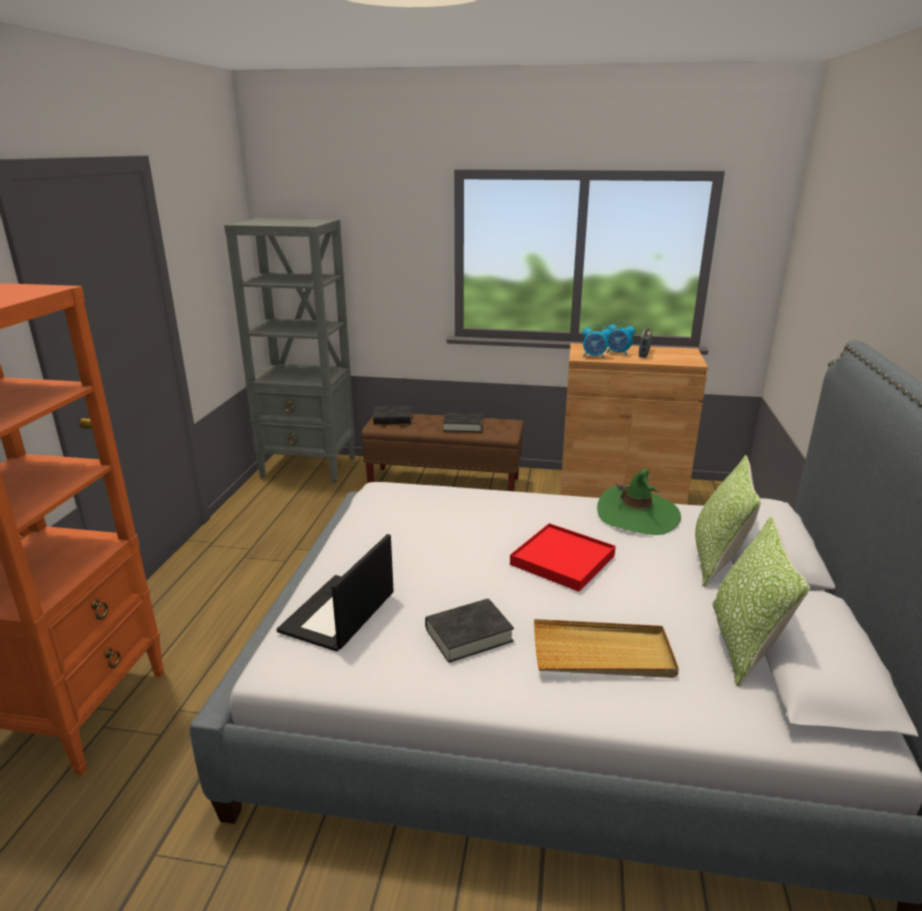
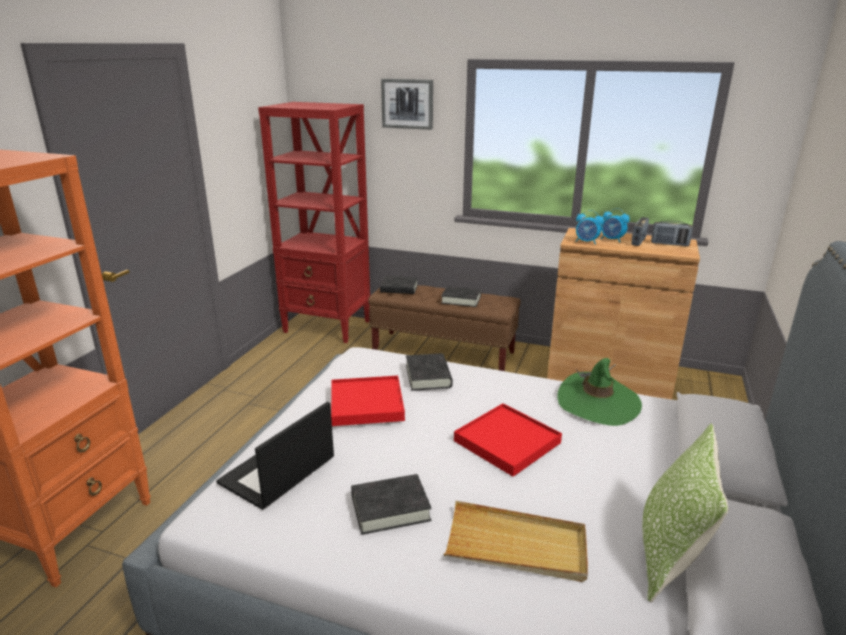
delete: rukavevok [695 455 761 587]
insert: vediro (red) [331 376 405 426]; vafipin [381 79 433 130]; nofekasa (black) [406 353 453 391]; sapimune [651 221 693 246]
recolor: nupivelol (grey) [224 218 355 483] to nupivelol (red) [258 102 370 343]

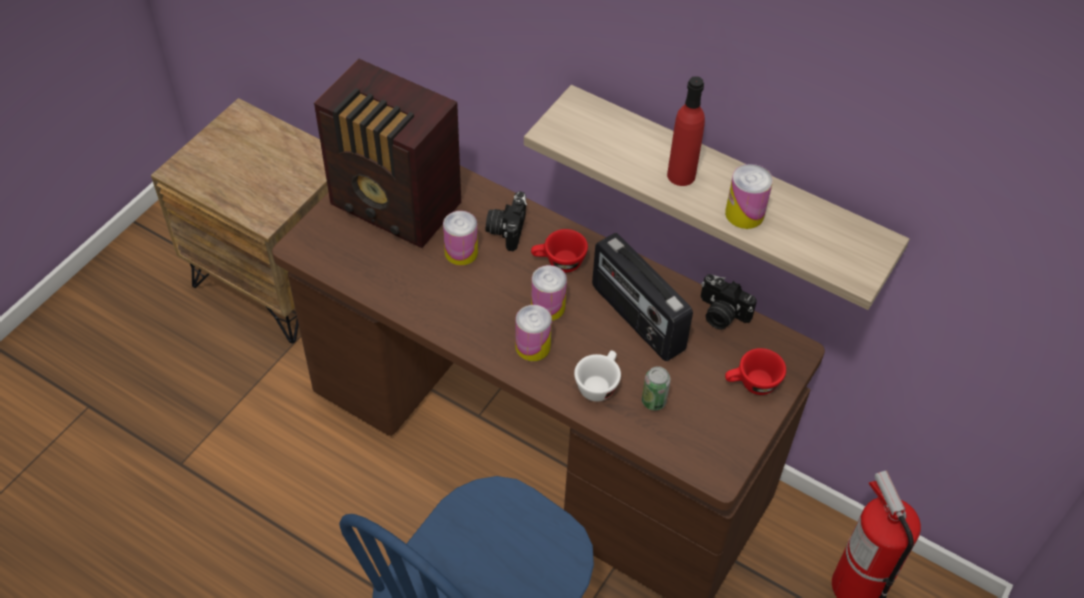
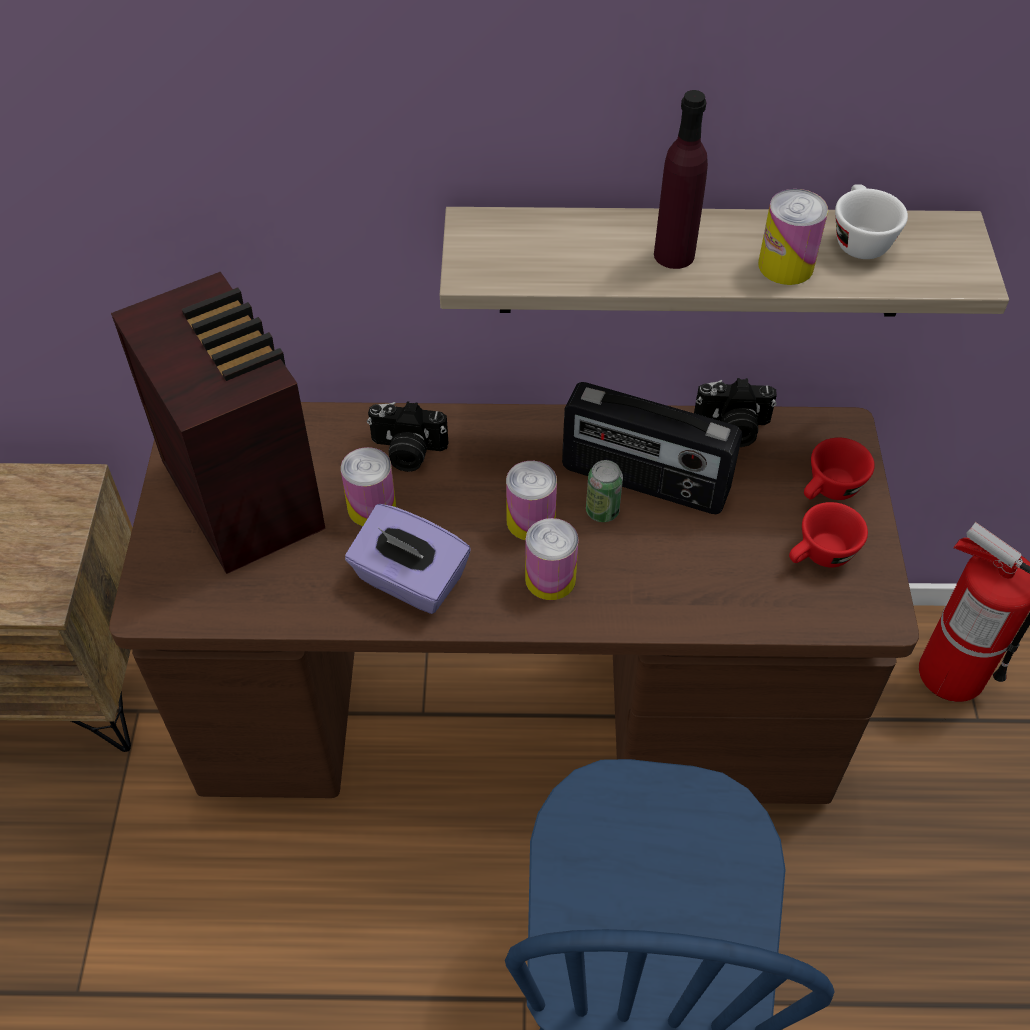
insert: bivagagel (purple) [345 504 471 614]
move: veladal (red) [531 229 588 273] to [789 502 868 568]; veladal (white) [574 351 621 402] to [835 184 908 259]; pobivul [642 366 671 410] to [586 460 623 522]
recolor: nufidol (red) [667 76 705 186] to nufidol (purple) [654 90 708 269]
rotate: sapimune [314 59 461 248] = [111 272 326 574] 120 degrees counterclockwise; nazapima [486 191 527 251] = [367 401 448 472] 60 degrees counterclockwise

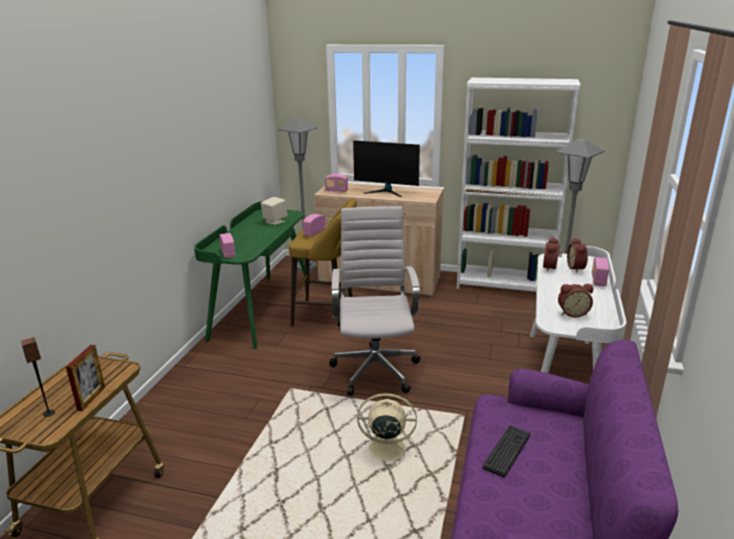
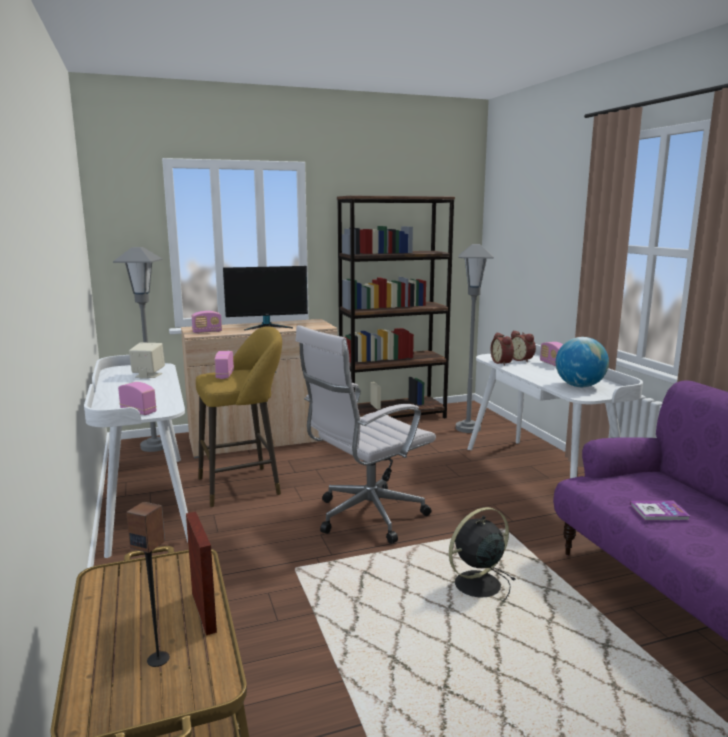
replace: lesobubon [483 426 531 478] to nofekasa [630 500 690 521]; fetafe [558 284 593 317] to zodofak [556 337 609 387]
recolor: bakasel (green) [194 201 311 349] to bakasel (white) [84 355 188 558]; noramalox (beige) [357 393 418 468] to noramalox (black) [449 507 516 602]; nupivelol (white) [457 78 581 292] to nupivelol (brown) [337 196 455 418]
rotate: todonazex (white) [329 207 420 396] = [295 325 436 544] 90 degrees counterclockwise

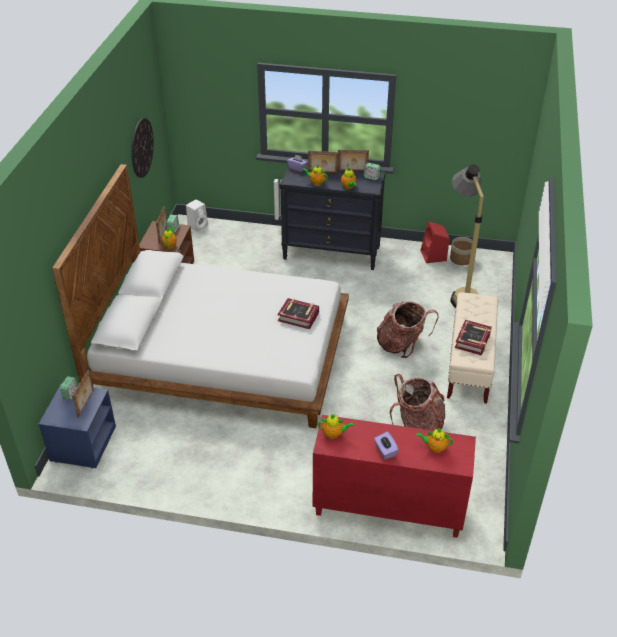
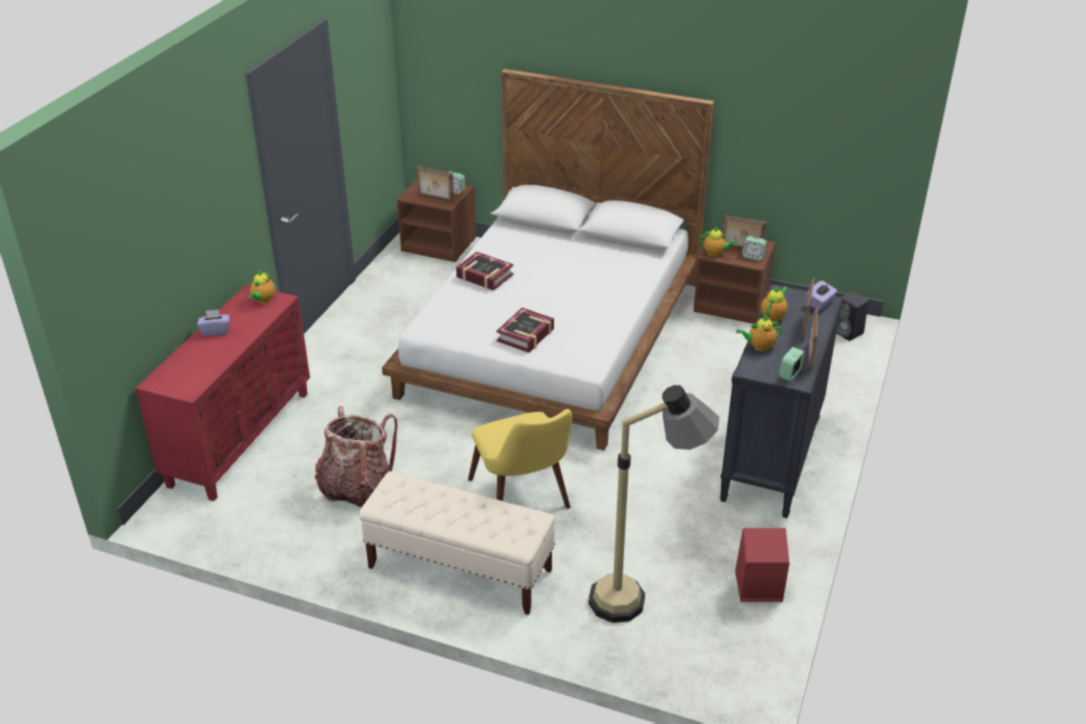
delete: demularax [131 118 154 178]; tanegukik [416 428 453 453]; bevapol [450 237 473 265]
move: nofekasa [455 320 492 355] to [456 252 514 291]
replace: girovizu [377 301 439 358] to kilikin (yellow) [468 409 572 509]
recolor: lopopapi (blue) [39 383 116 468] to lopopapi (brown) [397 180 476 262]; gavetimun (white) [186 200 208 231] to gavetimun (black) [836 291 869 341]

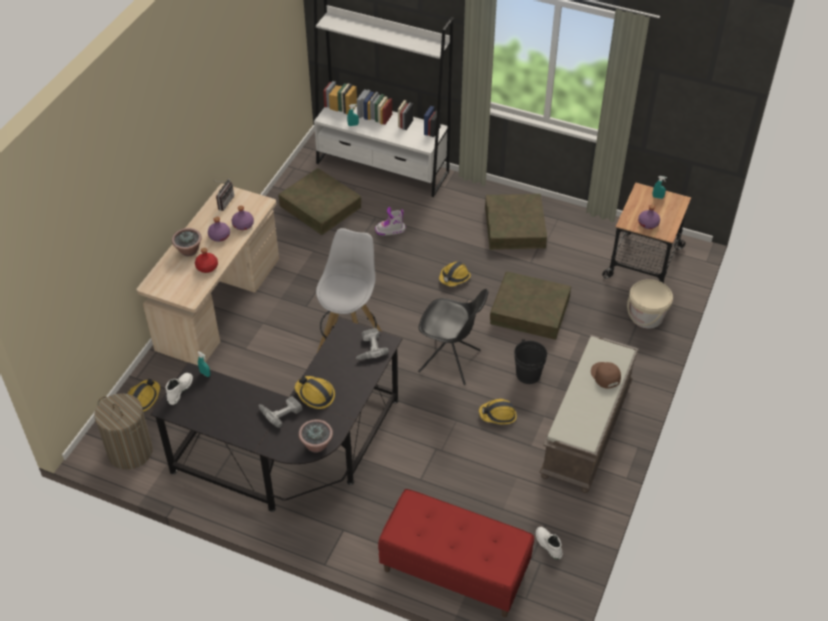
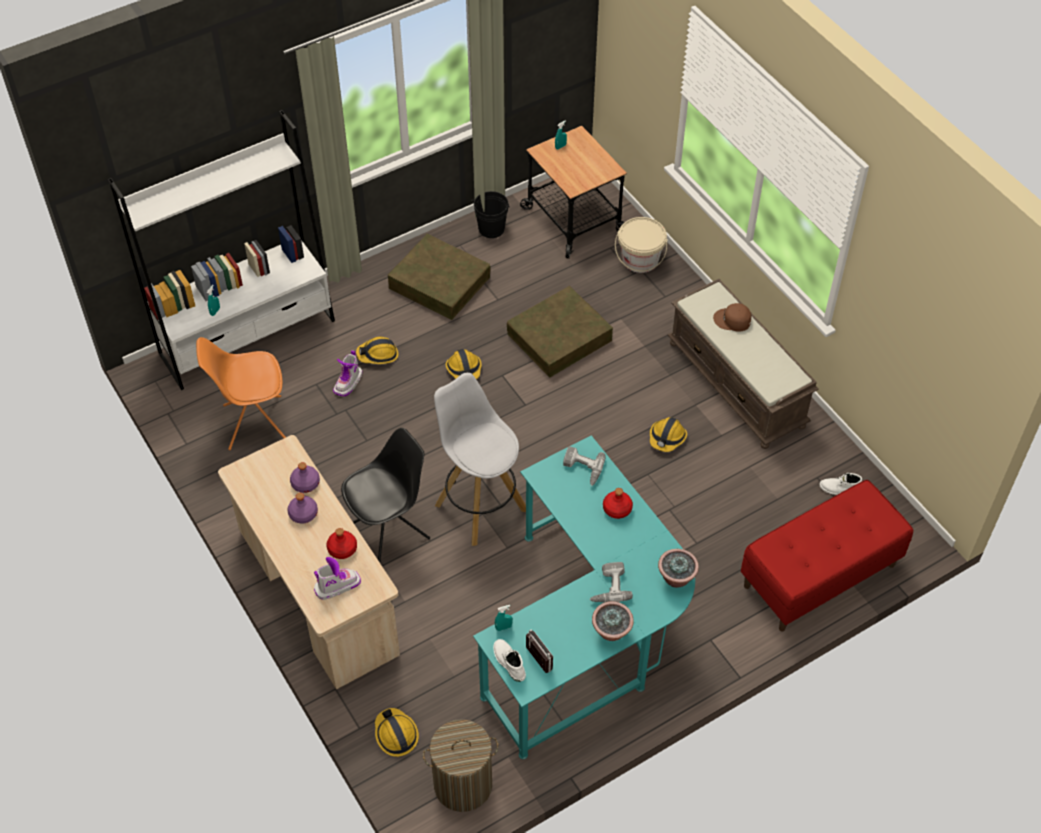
delete: nufidol (purple) [638 205 660 229]
insert: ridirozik [314 557 361 600]; nufidol (red) [603 488 633 519]
move: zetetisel [172 228 202 256] to [592 601 634 641]; sapimune [216 179 234 211] to [526 630 553 673]; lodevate [295 376 335 409] to [356 337 398 364]; kilikin (black) [418 289 488 385] to [341 428 430 562]; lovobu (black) [514 340 547 384] to [472 191 510 238]
replace: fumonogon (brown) [278 168 361 235] to kilikin (orange) [196 337 286 450]
recolor: bakasel (black) [150 318 402 512] to bakasel (turquoise) [473 435 695 759]

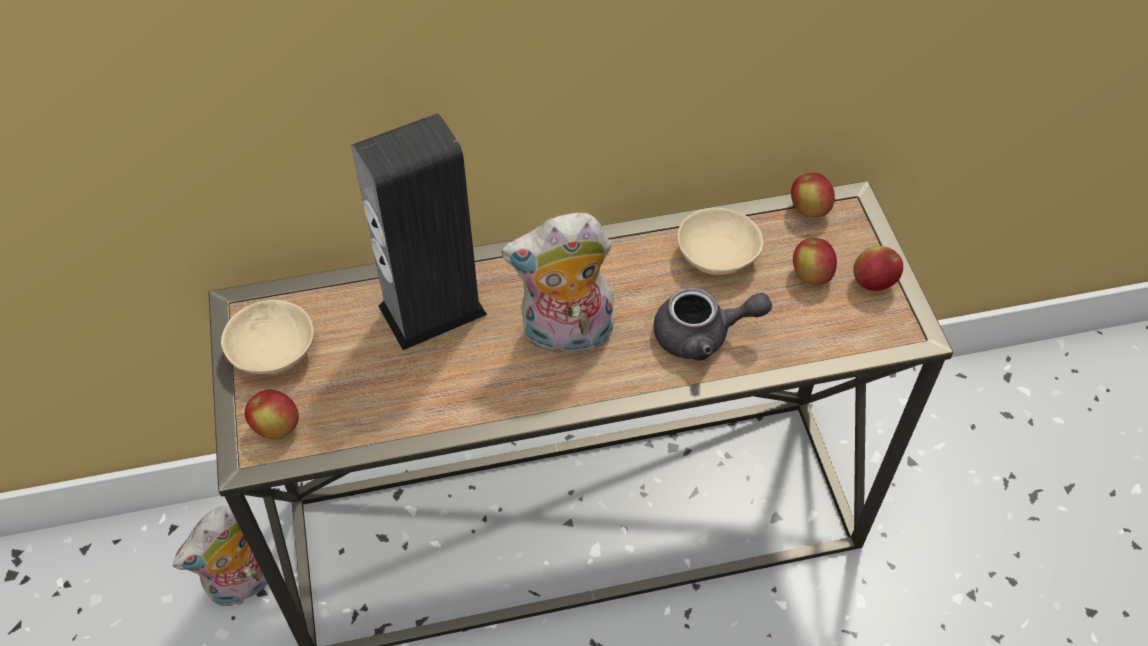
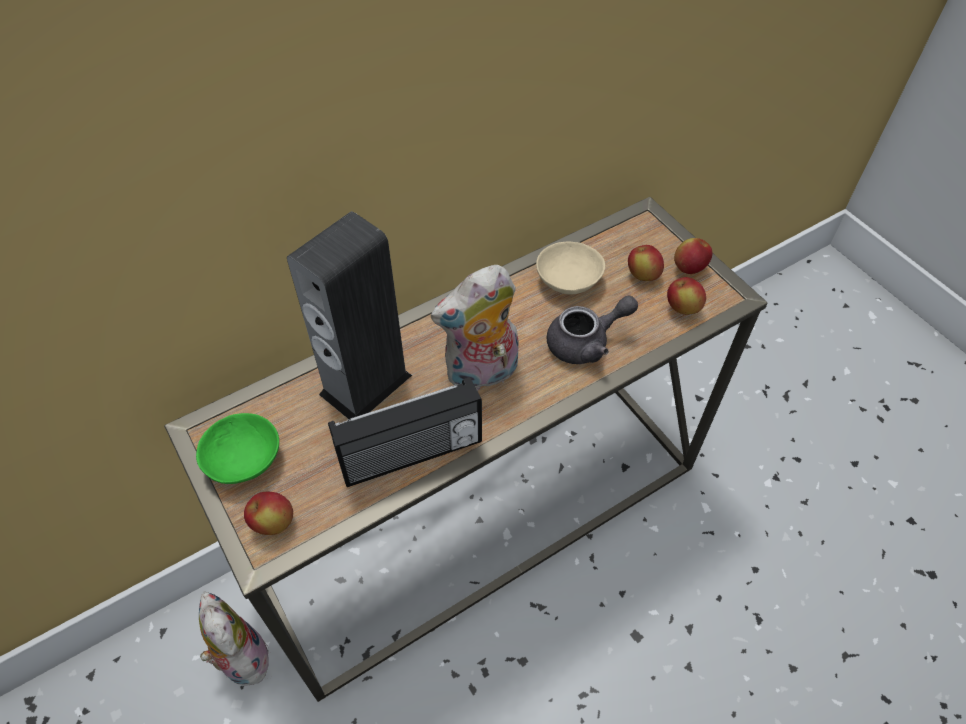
insert: sapimune [328 377 482 487]
move: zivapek [791 173 835 217] to [667 277 706 315]
recolor: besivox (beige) [221 300 314 375] to besivox (green) [196 413 279 484]
rotate: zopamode [173 506 268 606] = [199 591 269 686] 120 degrees clockwise

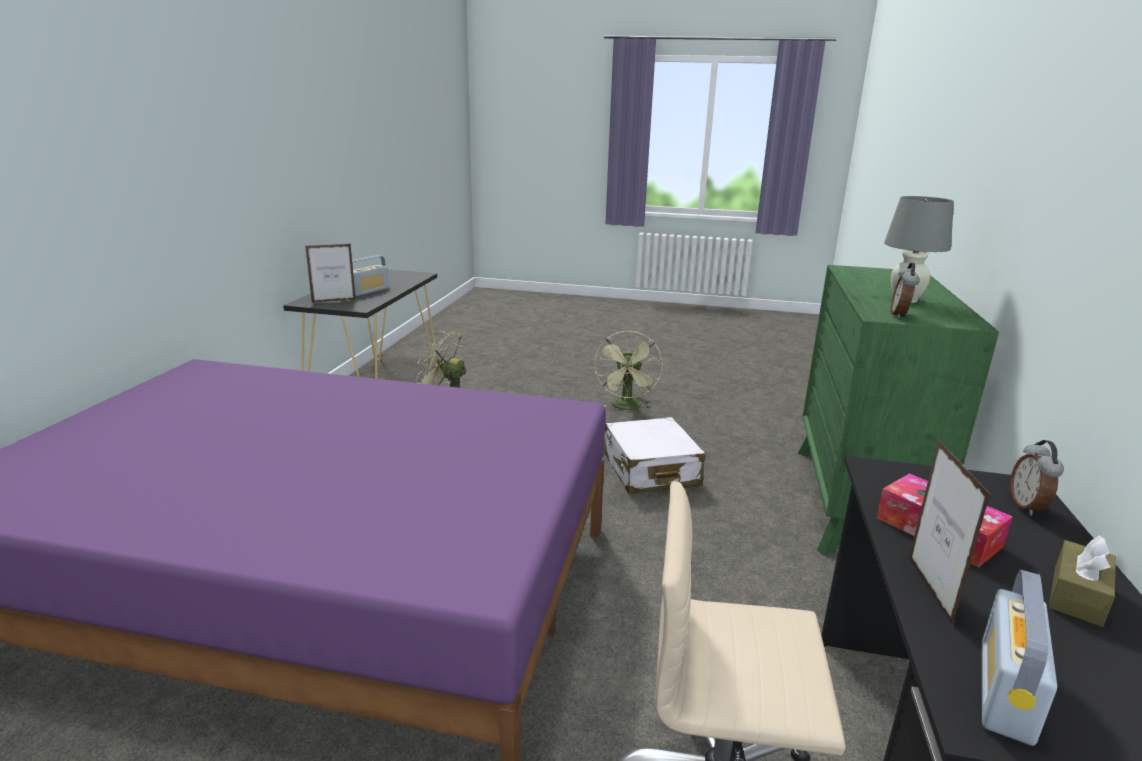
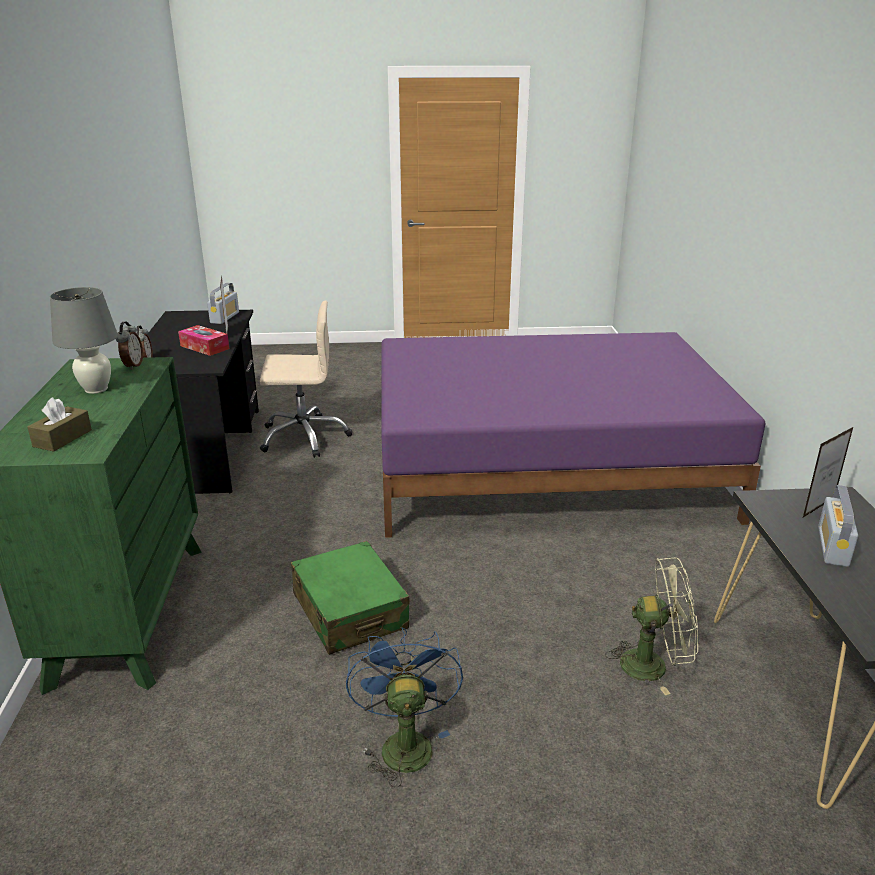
move: bivagagel (brown) [1049 535 1116 627] to [27 397 92 452]
recolor: noramalox (green) [594 331 663 410] to noramalox (blue) [346 627 463 787]; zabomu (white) [604 417 705 494] to zabomu (green) [291 541 409 655]

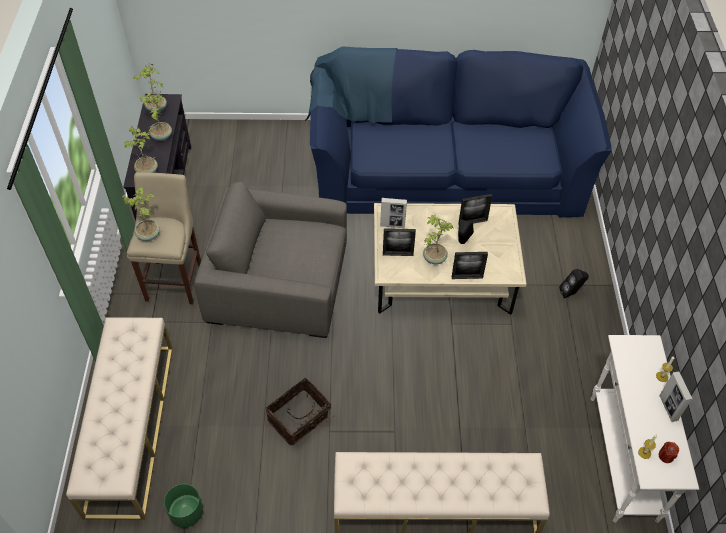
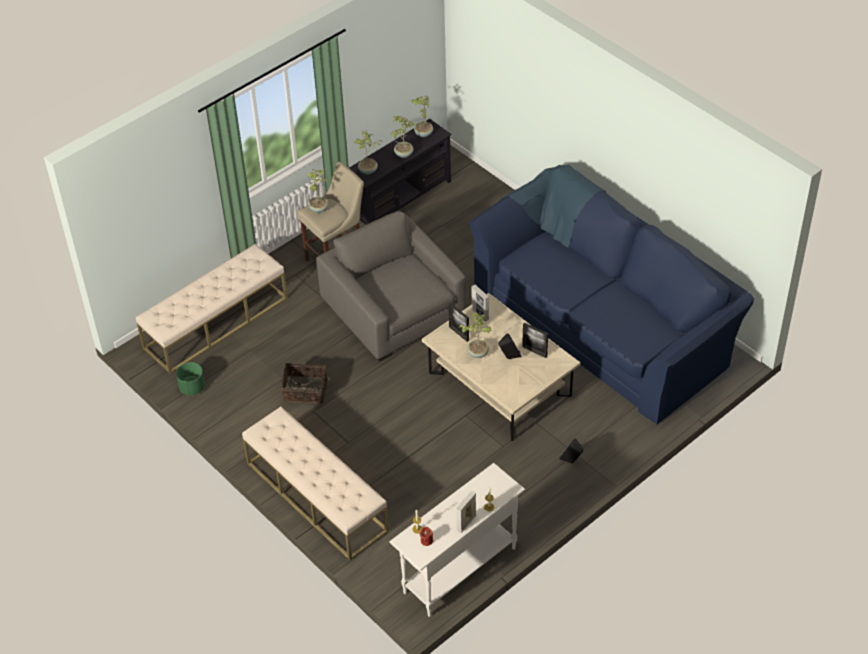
delete: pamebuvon [452 252 488 279]

